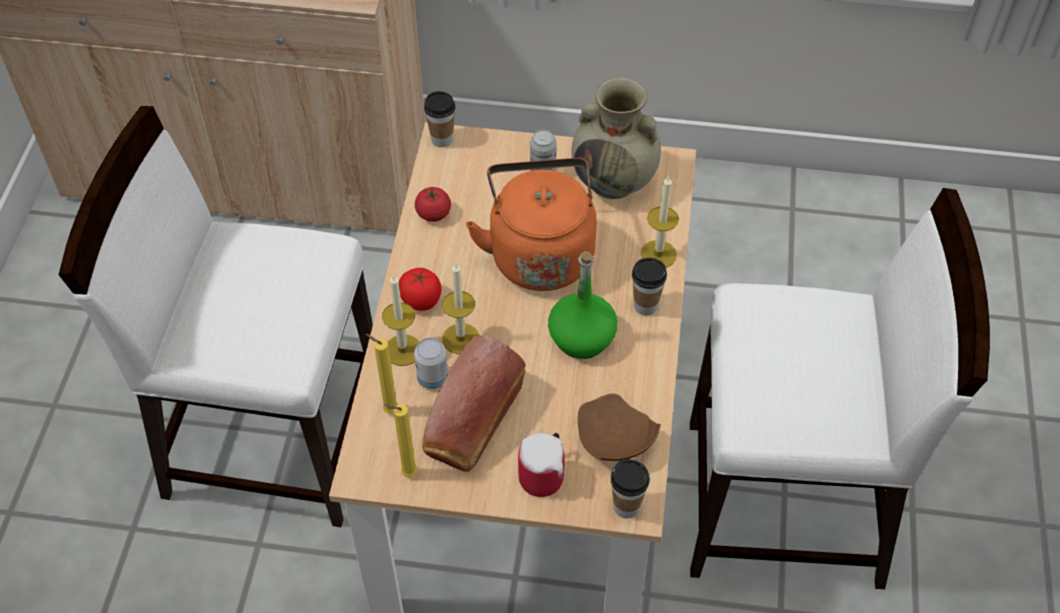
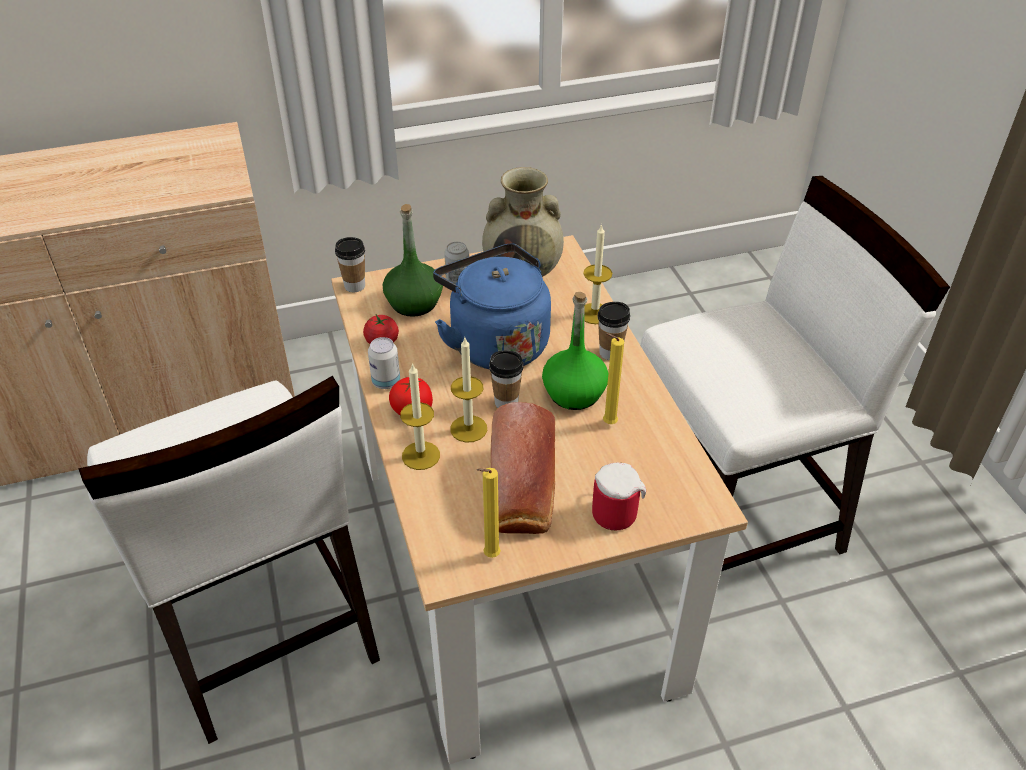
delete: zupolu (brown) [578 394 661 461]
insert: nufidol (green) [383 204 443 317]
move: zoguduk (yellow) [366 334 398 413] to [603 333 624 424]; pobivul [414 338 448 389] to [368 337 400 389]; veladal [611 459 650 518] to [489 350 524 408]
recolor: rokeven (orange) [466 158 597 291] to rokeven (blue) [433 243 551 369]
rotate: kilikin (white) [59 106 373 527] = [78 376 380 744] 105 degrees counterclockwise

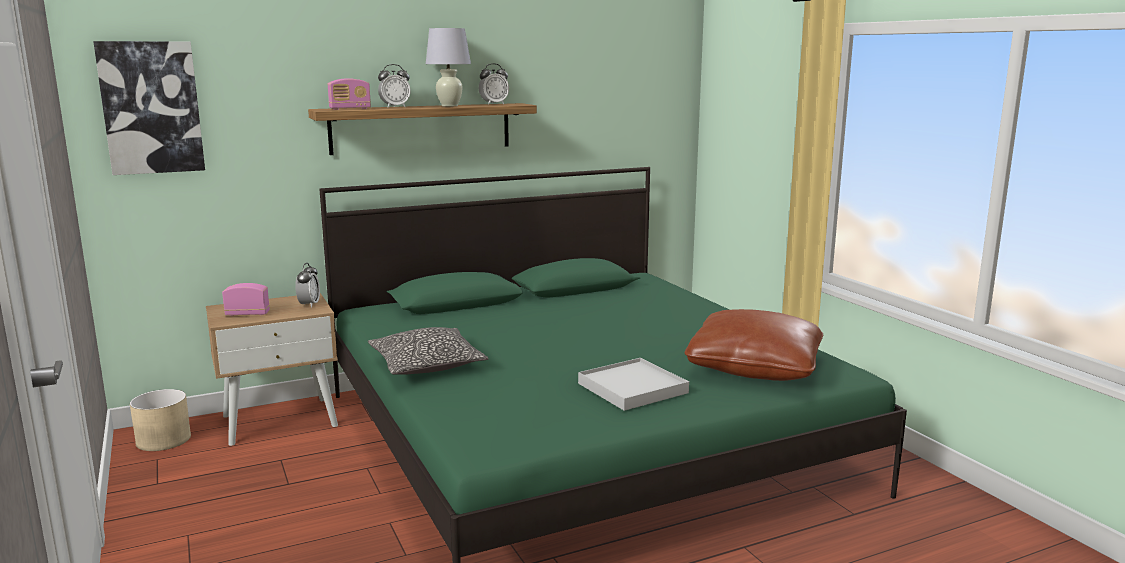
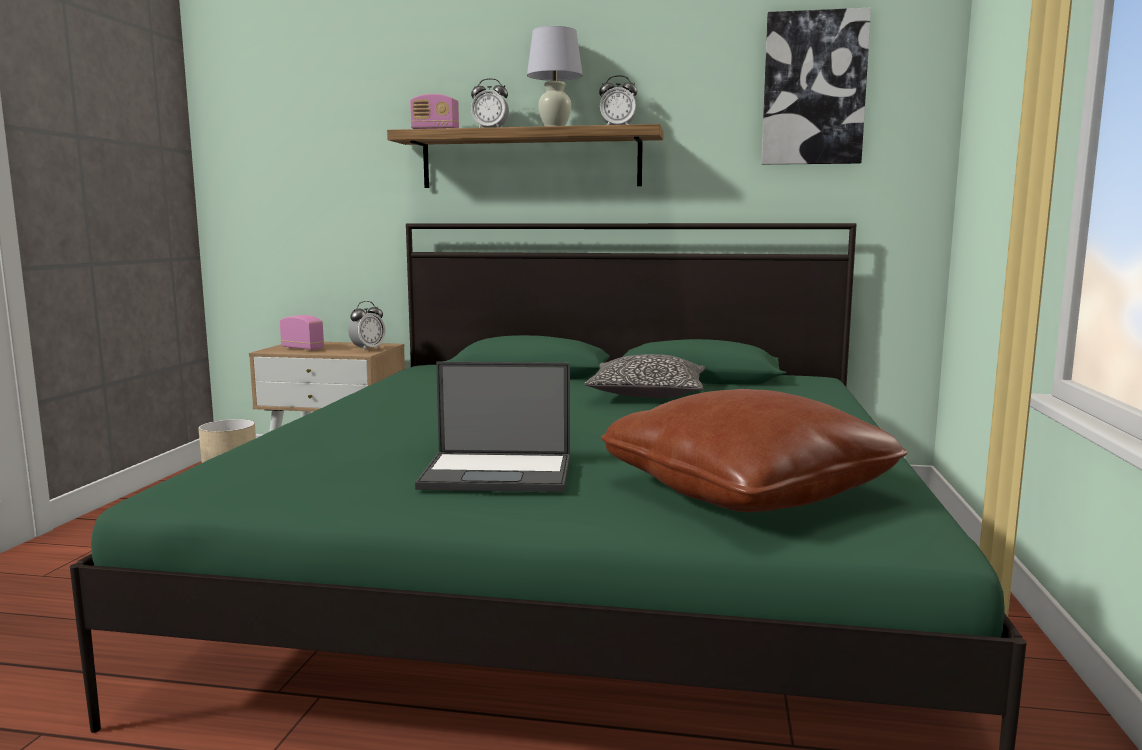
move: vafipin [93 41 205 175] to [761 8 871 165]; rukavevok [368 327 489 375] to [584 354 705 398]
replace: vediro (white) [578 358 689 411] to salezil [415 362 570 492]

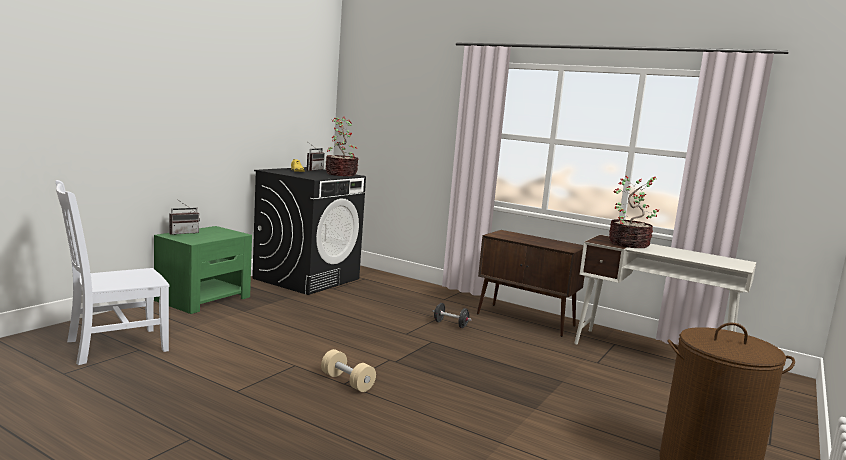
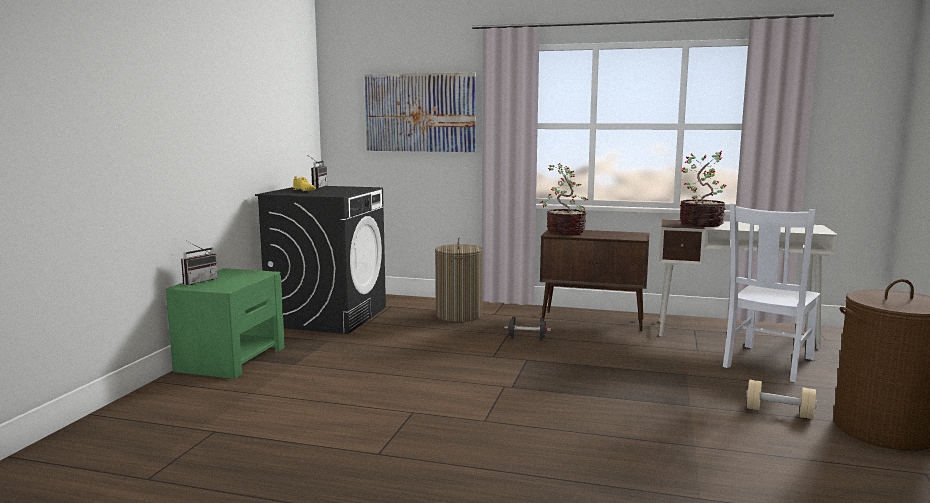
insert: vafipin [364 72 476 152]; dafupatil [435 238 483 322]
move: kilikin (white) [55 180 169 365] to [723 203 820 382]; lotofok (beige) [321 349 376 392] to [746 380 817 419]; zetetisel [325 117 358 176] to [540 163 589 235]

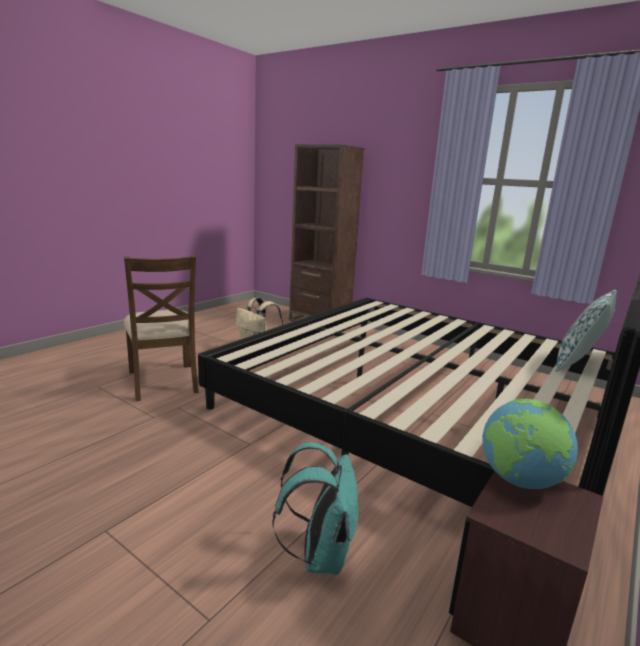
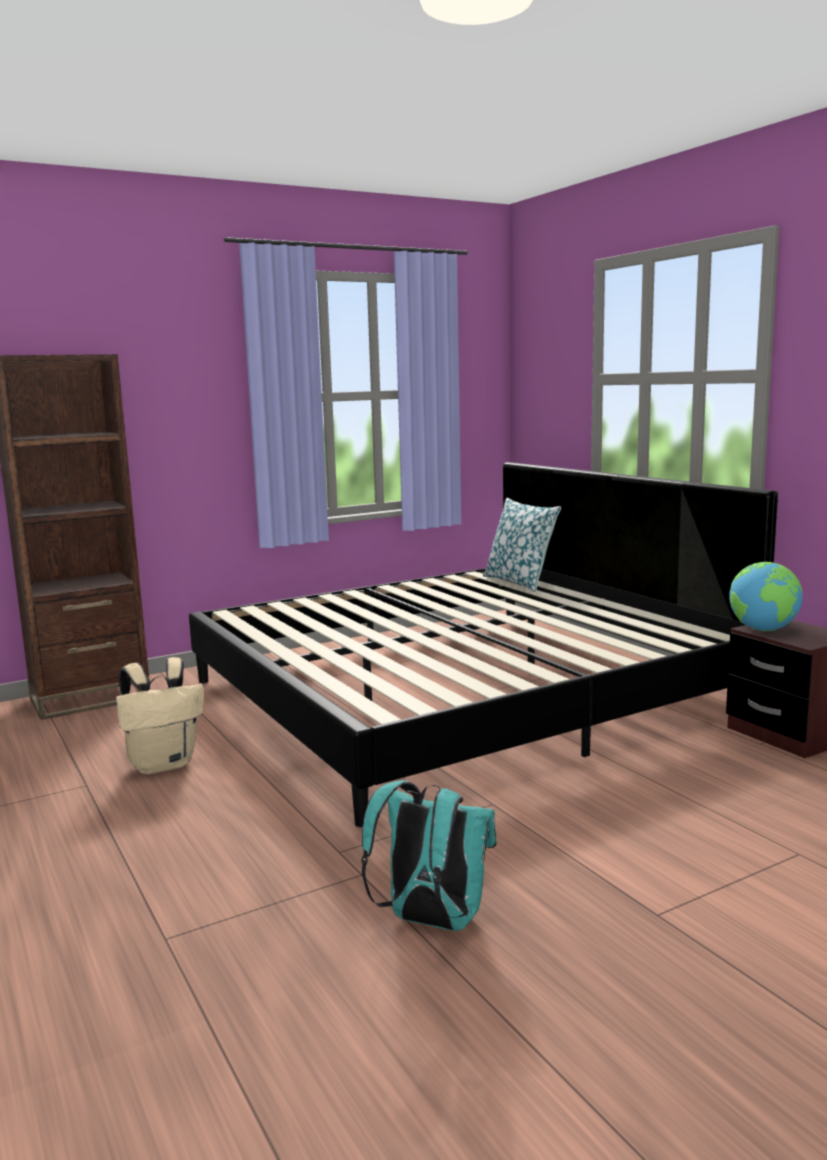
delete: kilikin (brown) [124 255 199 401]
move: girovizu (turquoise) [272 442 359 575] to [361 780 497 931]

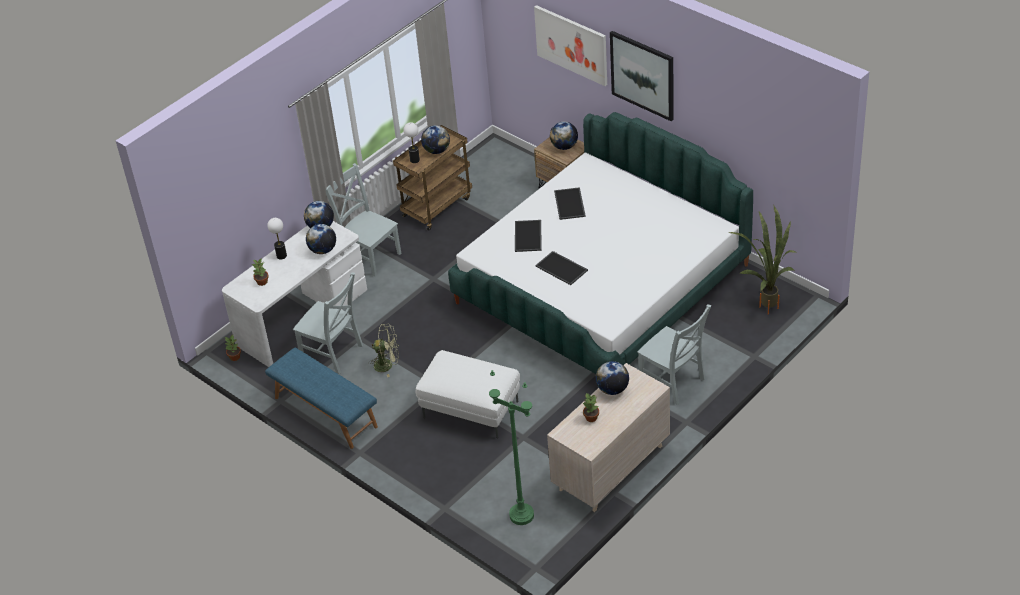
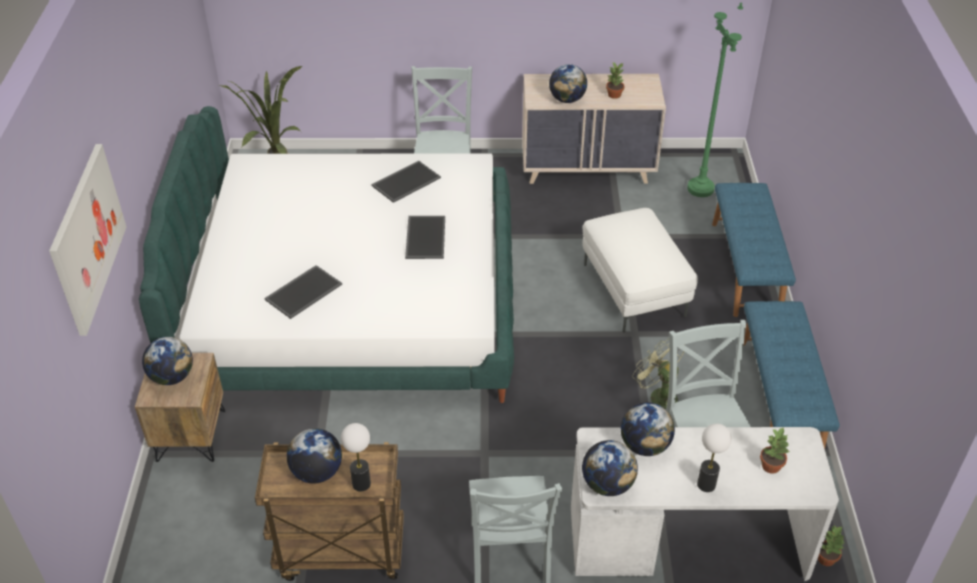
delete: vafipin [610 31 673 121]
insert: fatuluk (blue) [712 183 796 317]
move: vediro [515 220 542 252] to [371 161 441 203]

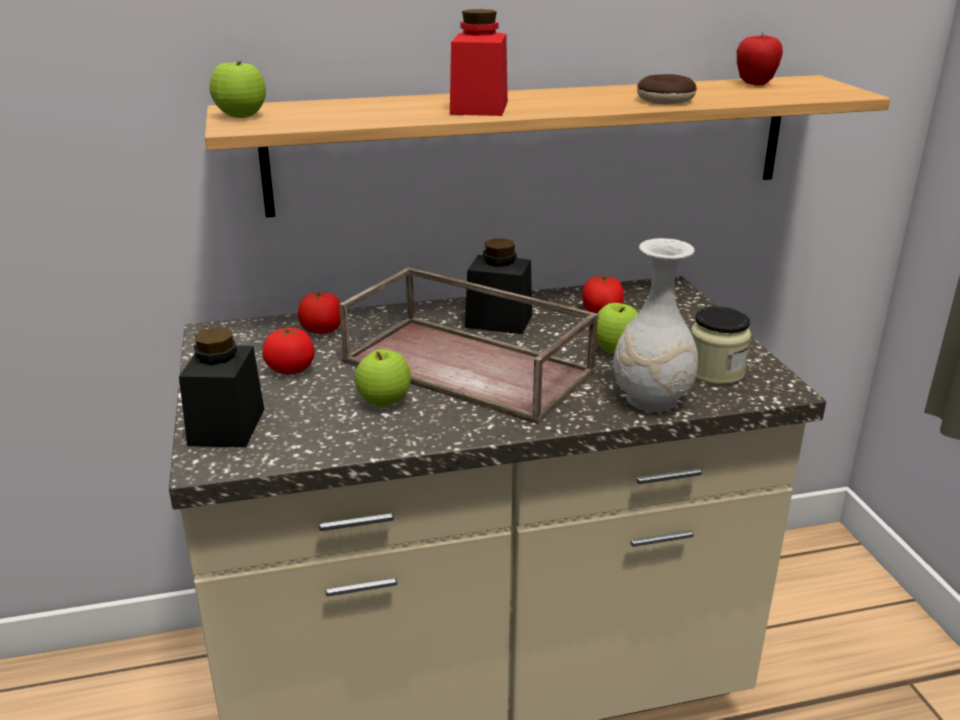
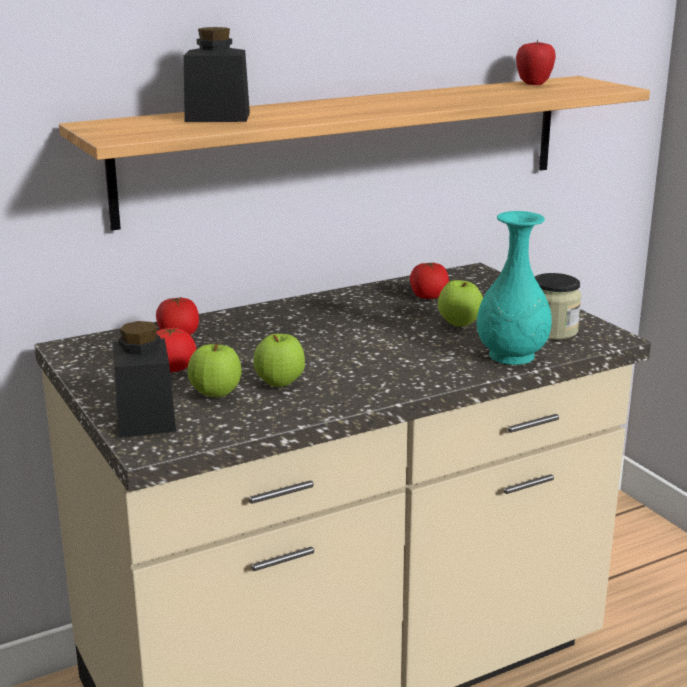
delete: vediro (brown) [339 267 599 424]; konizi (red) [450 9 508 116]; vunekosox [637 74 697 104]
move: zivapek [210 61 266 118] to [188 344 241 397]; konizi (black) [465 238 532 334] to [184 27 250 122]
recolor: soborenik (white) [613 238 698 412] to soborenik (turquoise) [477 211 552 365]

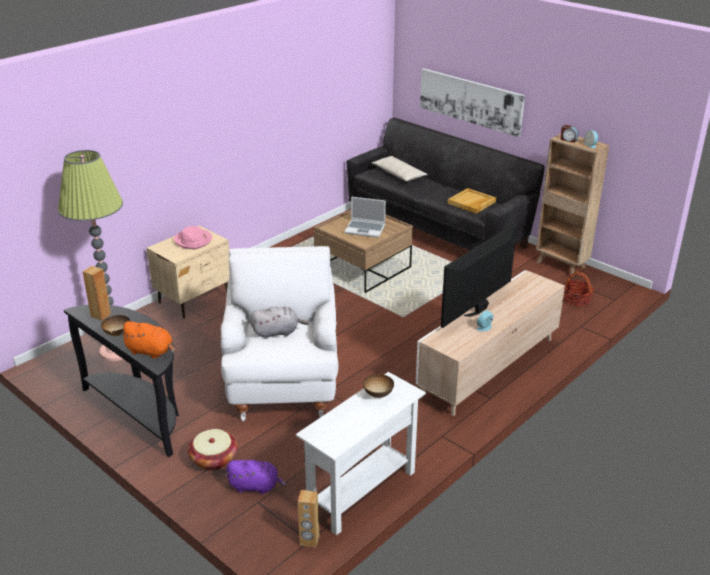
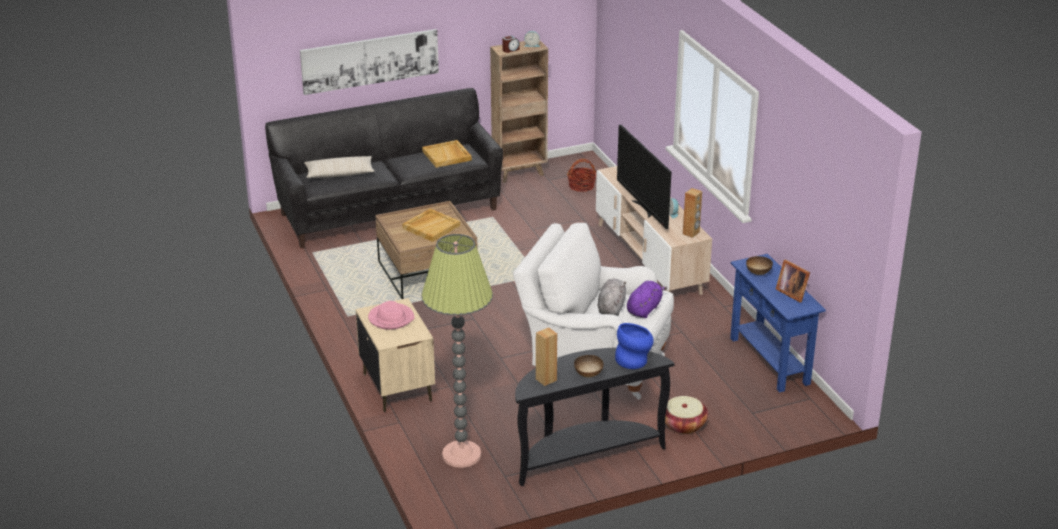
insert: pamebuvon [776 259 810 303]
move: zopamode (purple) [225 460 287 494] to [627 281 667 318]; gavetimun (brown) [298 490 320 547] to [683 188 702 238]
replace: zopamode (orange) [120 321 175 359] to soborenik (blue) [615 323 654 369]; salezil [344 197 386 238] to vediro (beige) [403 208 460 242]
recolor: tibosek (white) [296 372 426 535] to tibosek (blue) [730 254 826 392]

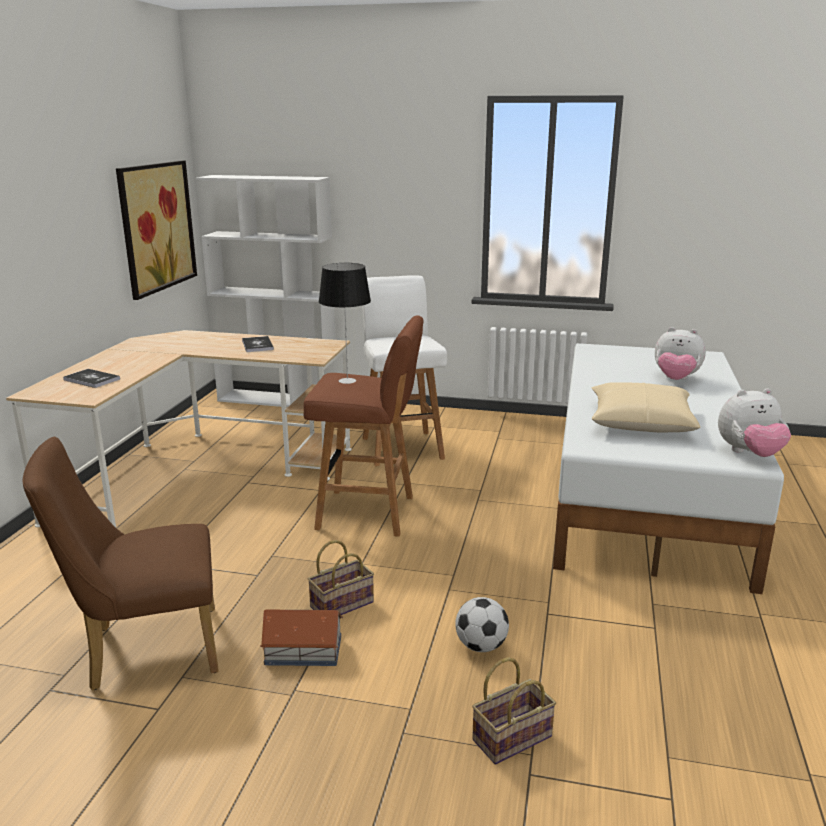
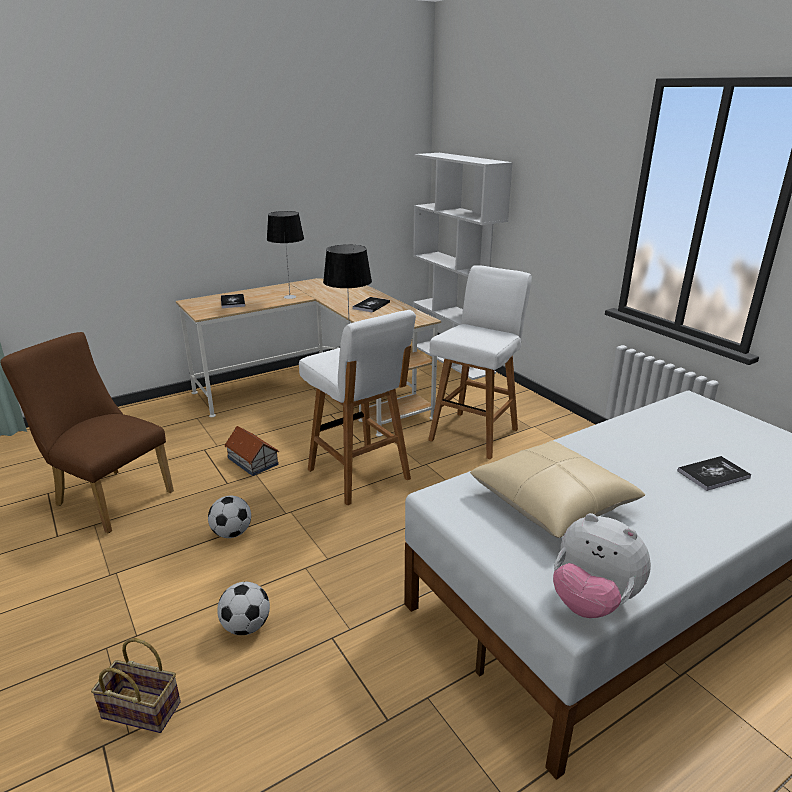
delete: vafipin [116 161 197 300]
insert: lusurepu [267 211 304 299]
move: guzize [260 610 343 666] to [225 426 279 476]
replace: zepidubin [308 540 374 615] to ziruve [208 496 251 538]; zopamode [655 327 706 380] to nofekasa [678 456 752 491]
recolor: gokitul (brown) [304 315 424 537] to gokitul (white) [299 310 416 506]

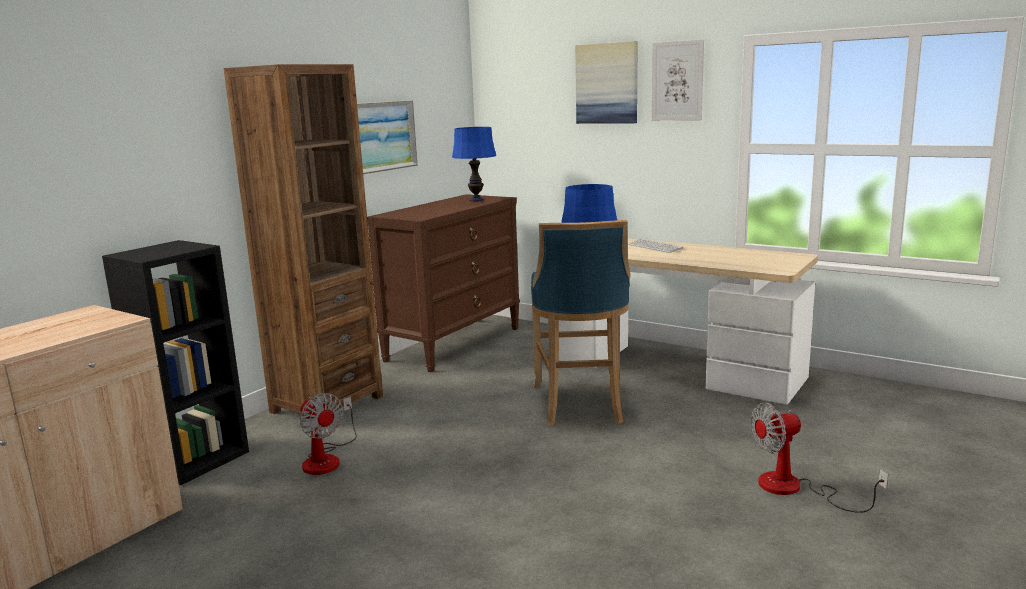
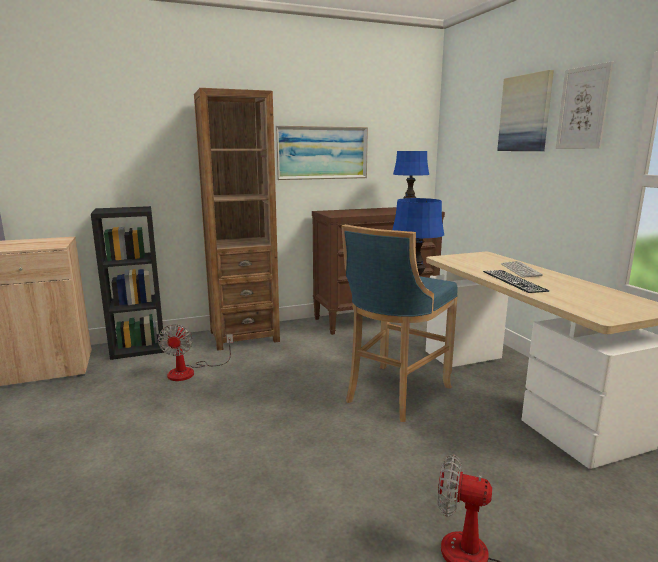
insert: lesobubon [483 270 549 293]

